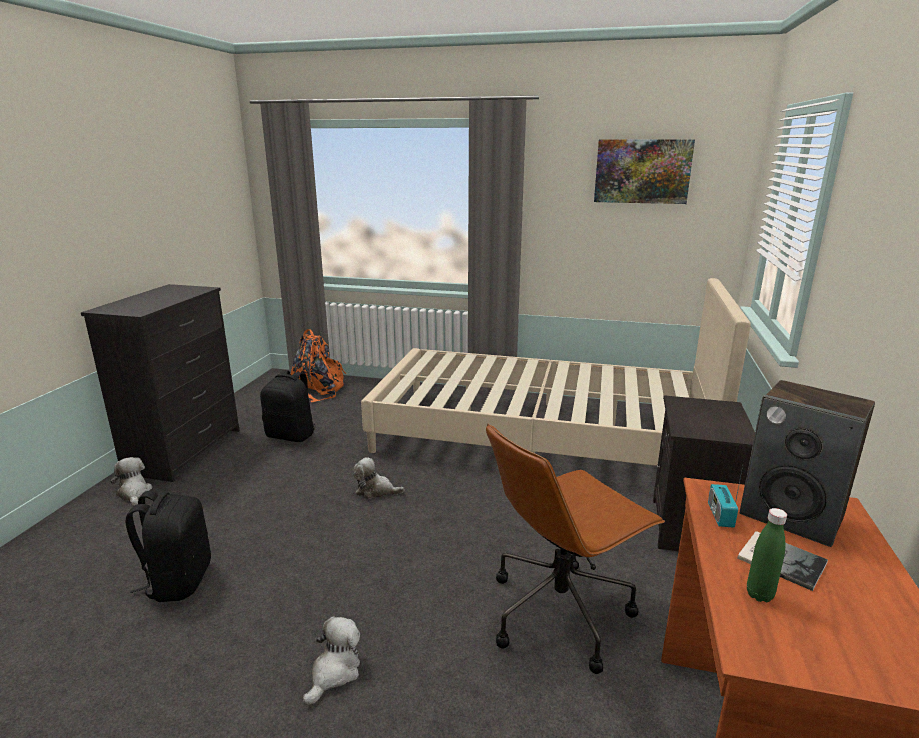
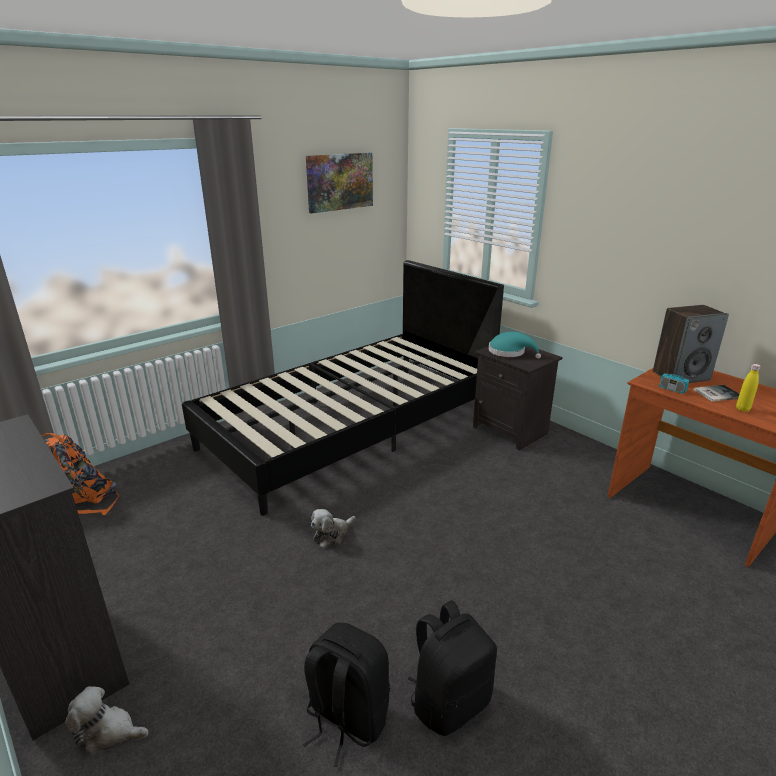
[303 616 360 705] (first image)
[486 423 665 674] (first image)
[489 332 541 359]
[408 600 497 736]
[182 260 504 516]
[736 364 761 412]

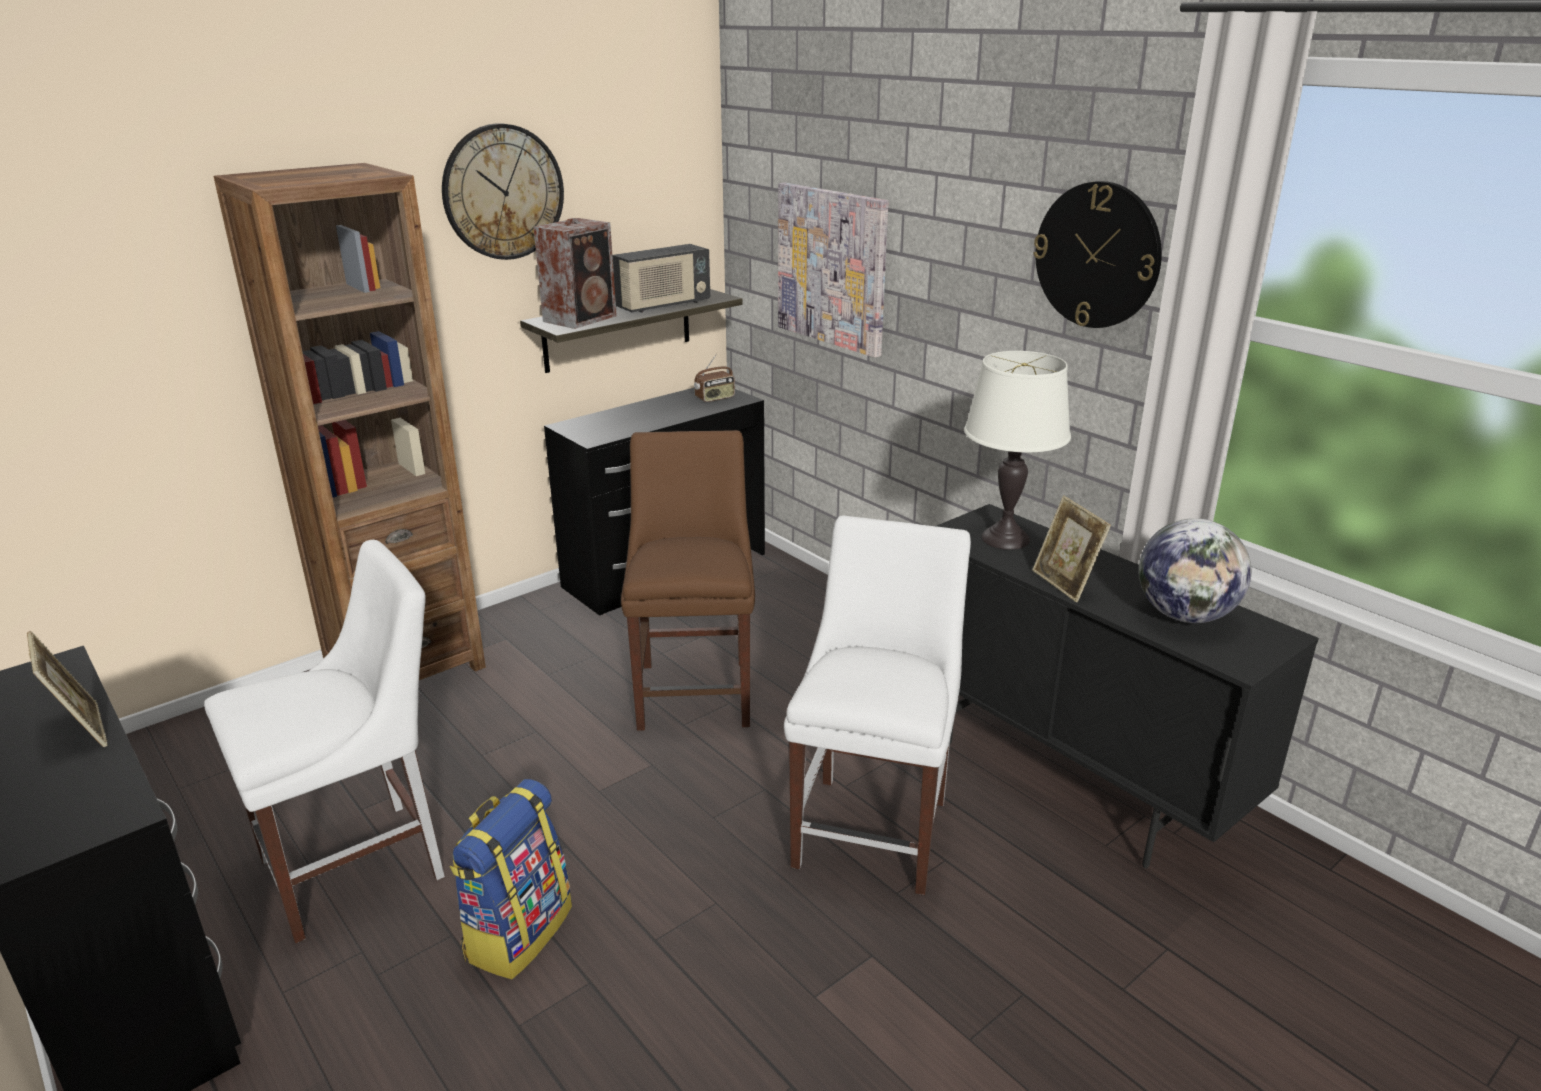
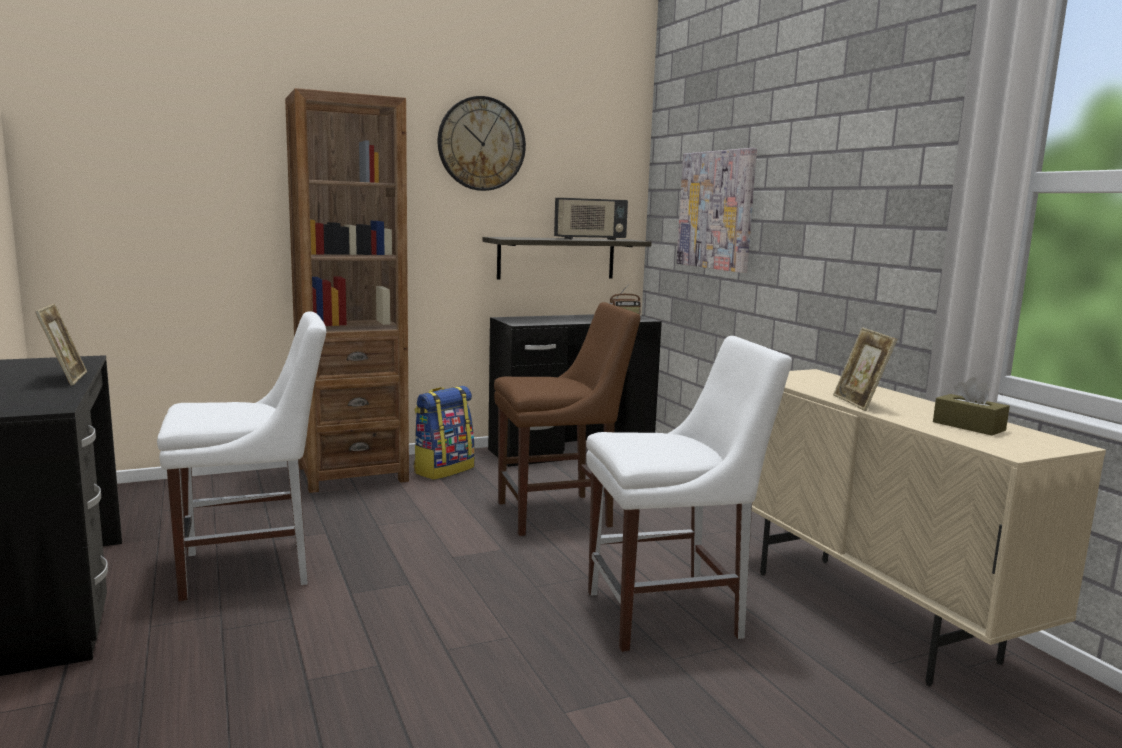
[534 218 617 329] (first image)
[964 351 1071 550] (first image)
[1033 181 1162 328] (first image)
[413 386 475 480]
[933 377 1010 435]
[752 369 1106 686]
[494 302 641 536]
[587 336 792 652]

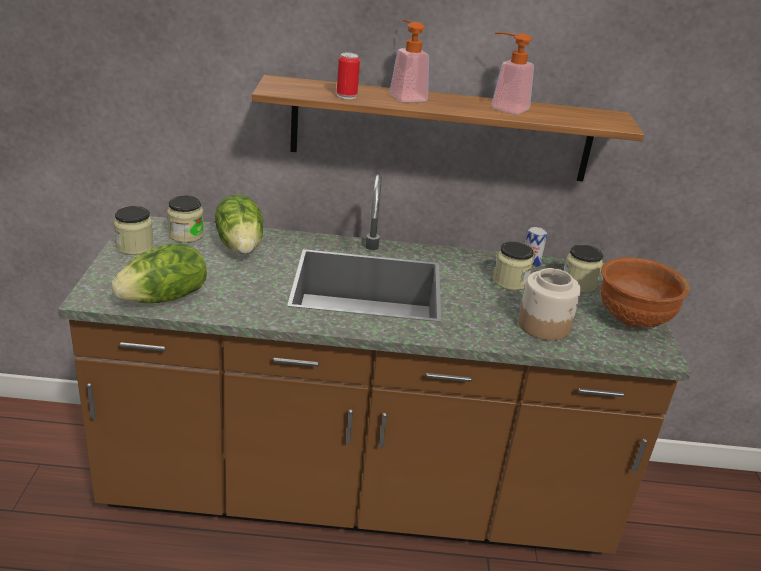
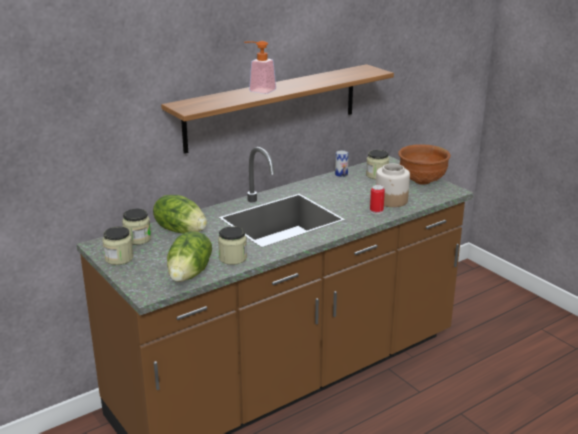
[491 32 534 115] (first image)
[370 185 385 214]
[218 226 247 265]

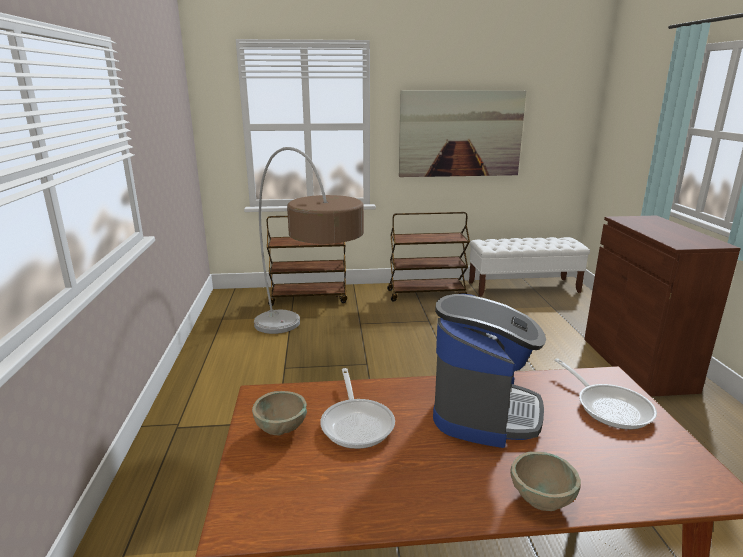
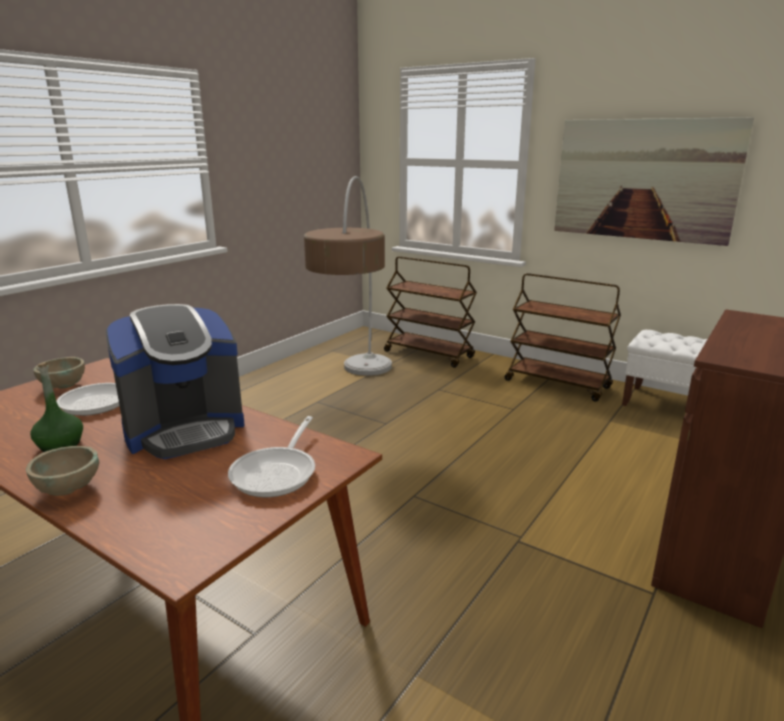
[30 363 83 452]

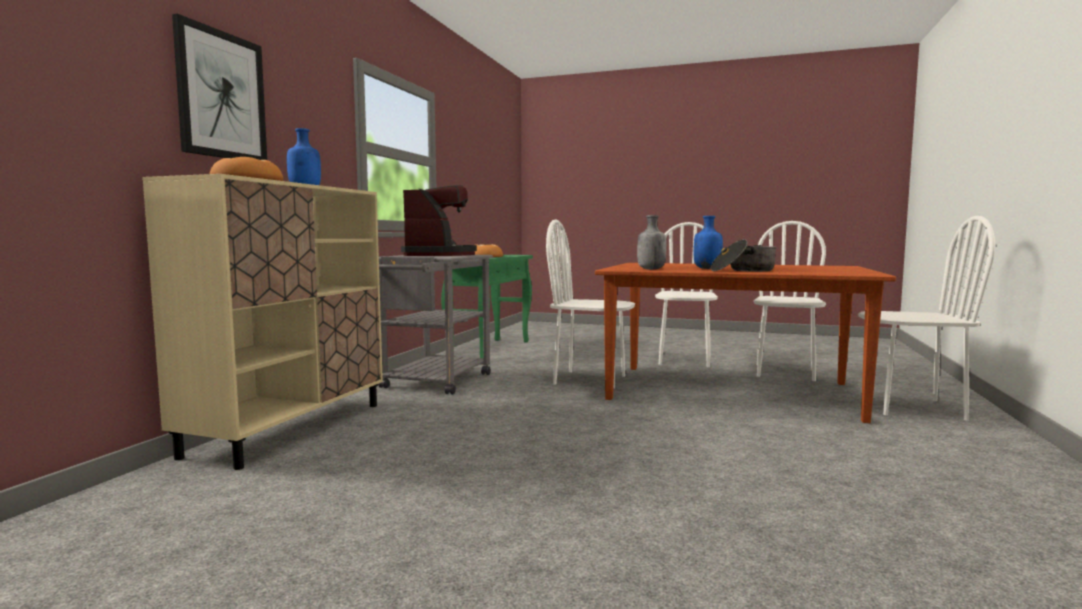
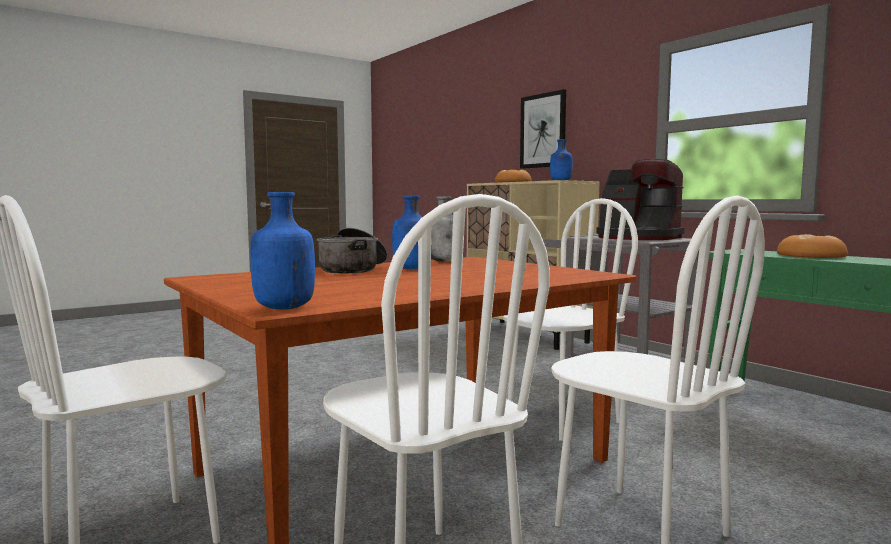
[250 192 315 310]

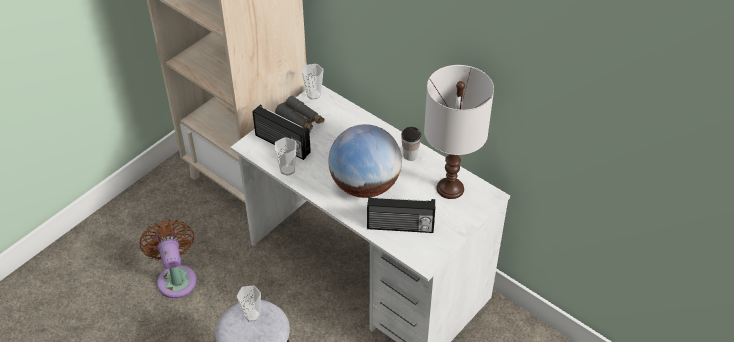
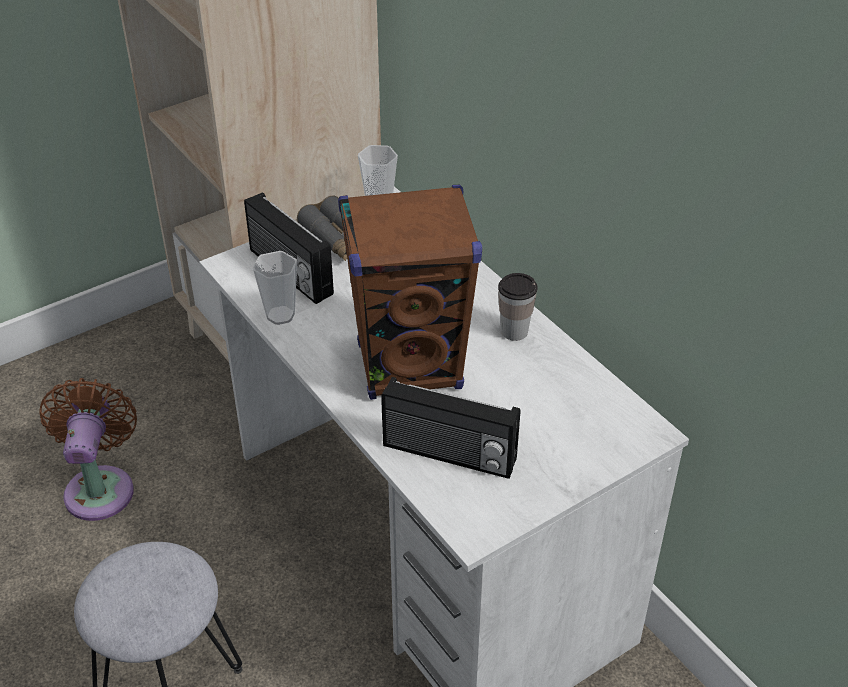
[237 285 261 322] (first image)
[424 65 494 199] (first image)
[338 185 482 400]

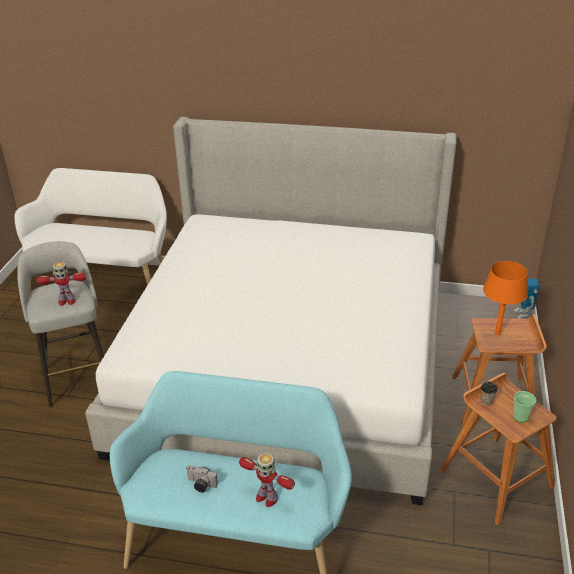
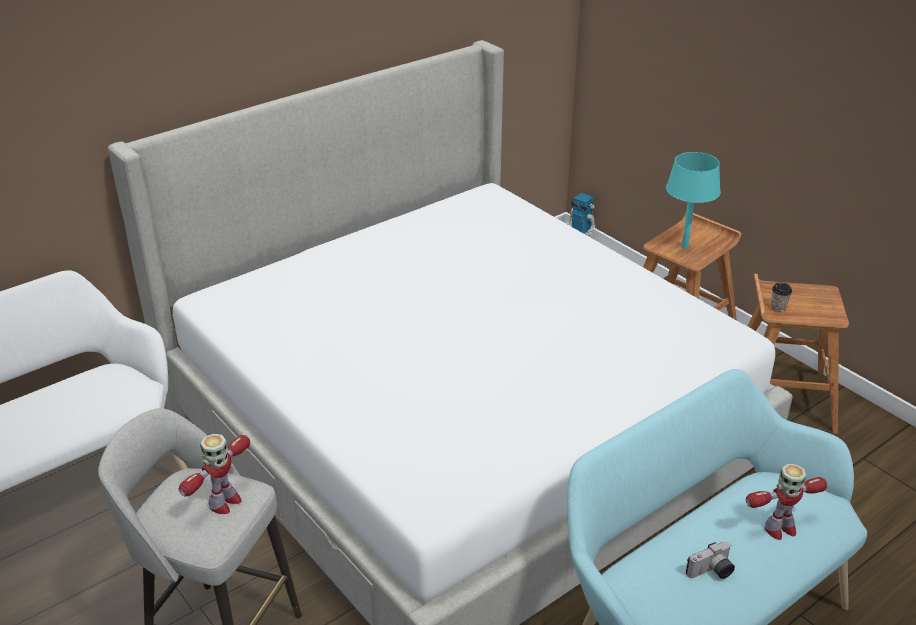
[514 391 536 422] (first image)
[666 152 721 249]

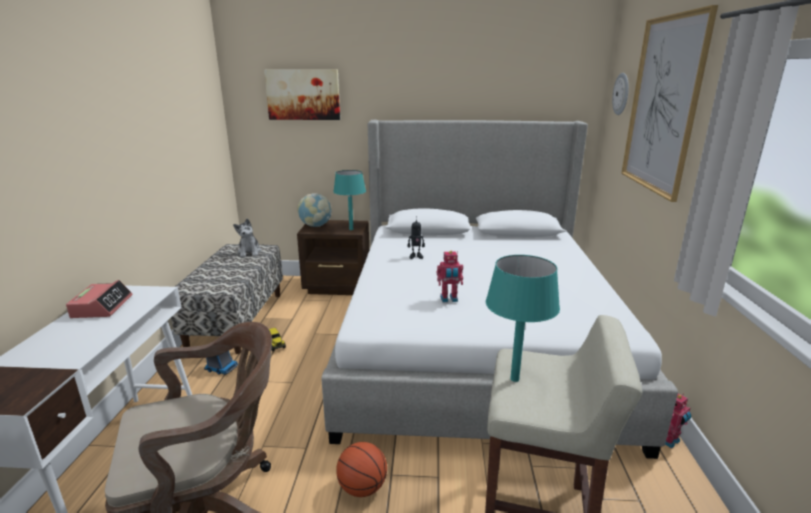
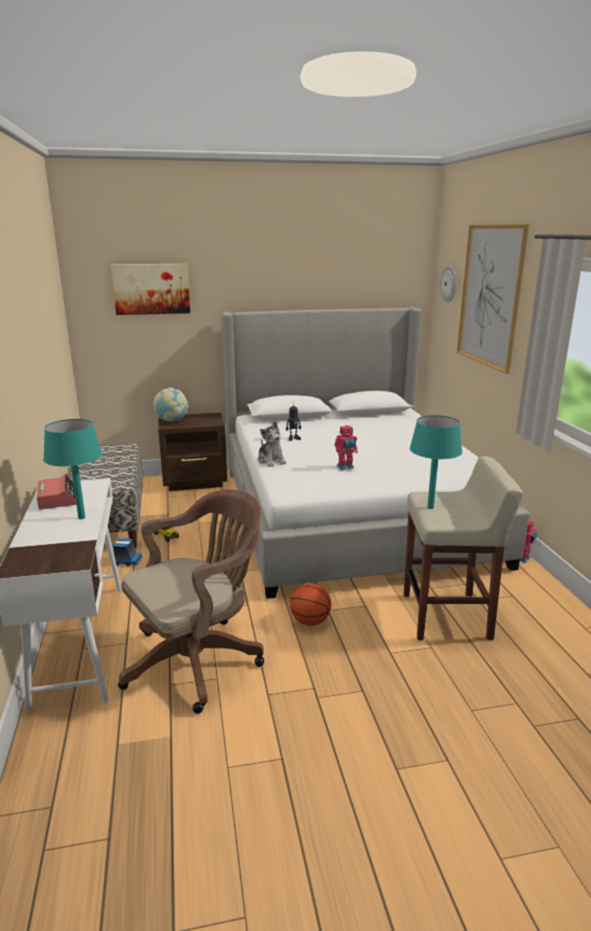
[258 421 286 467]
[43 419 102 519]

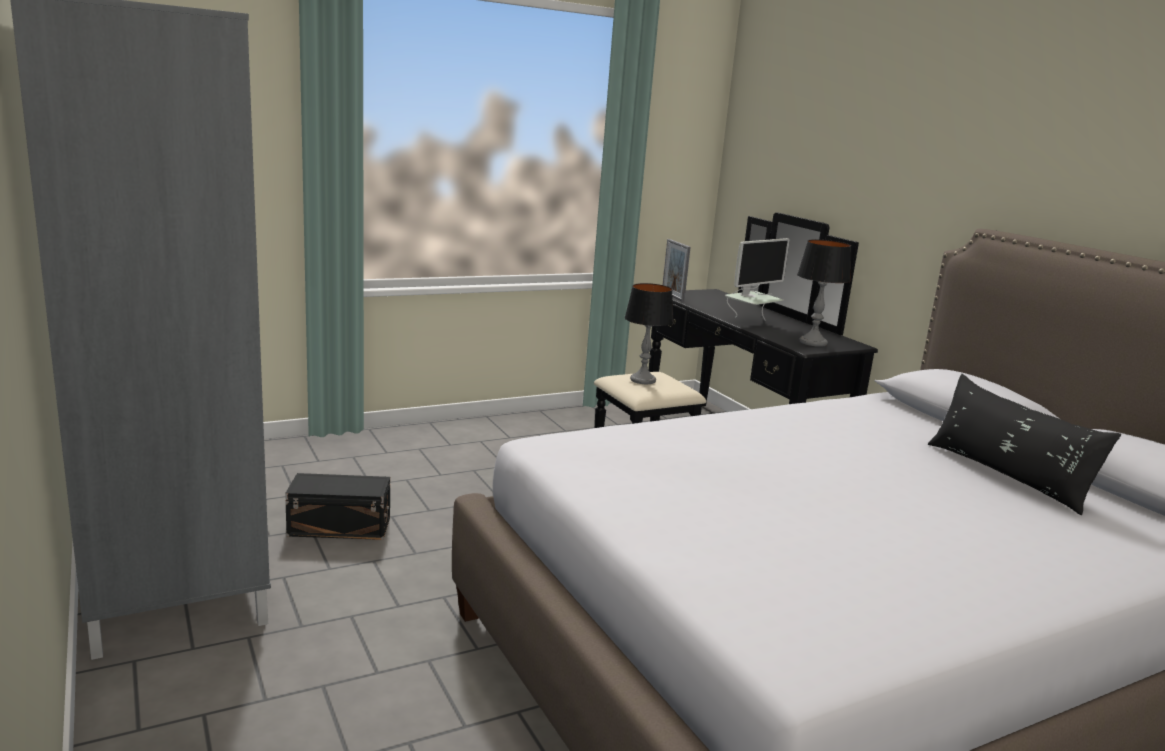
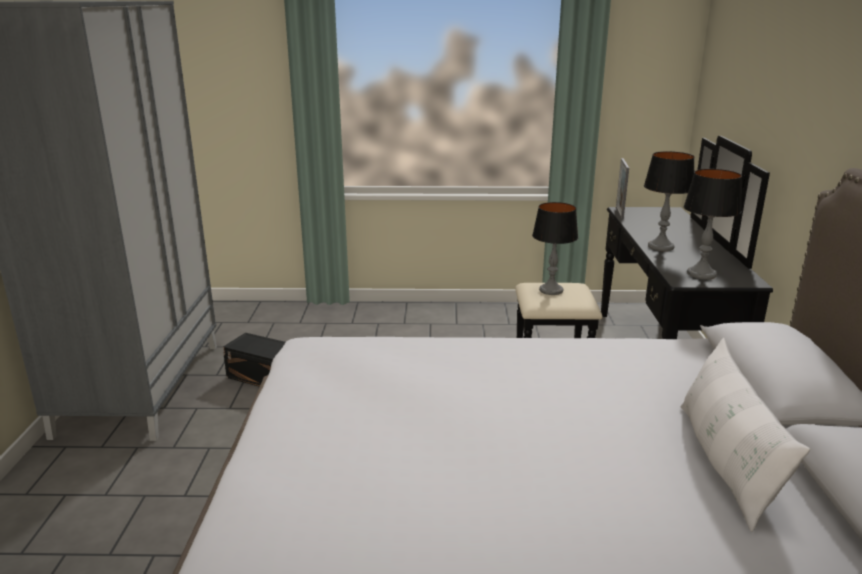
[644 151 694 251]
[681 338 810 532]

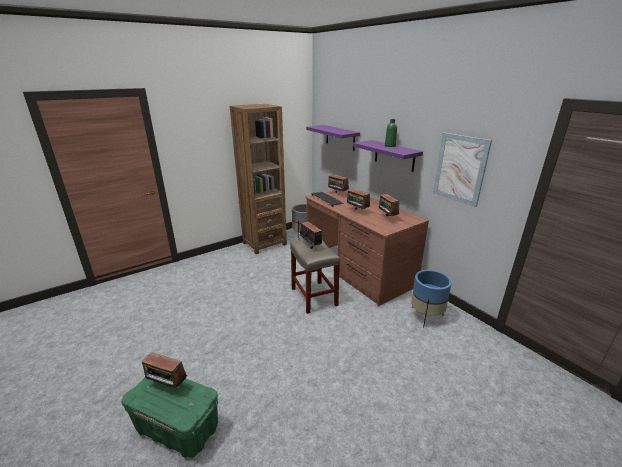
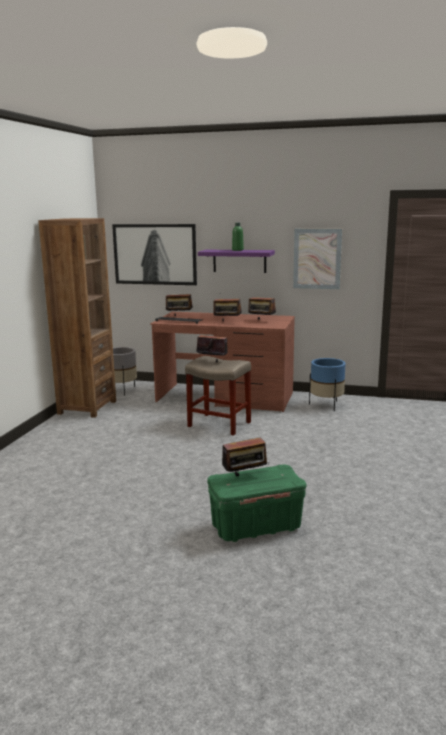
[112 224 197 285]

